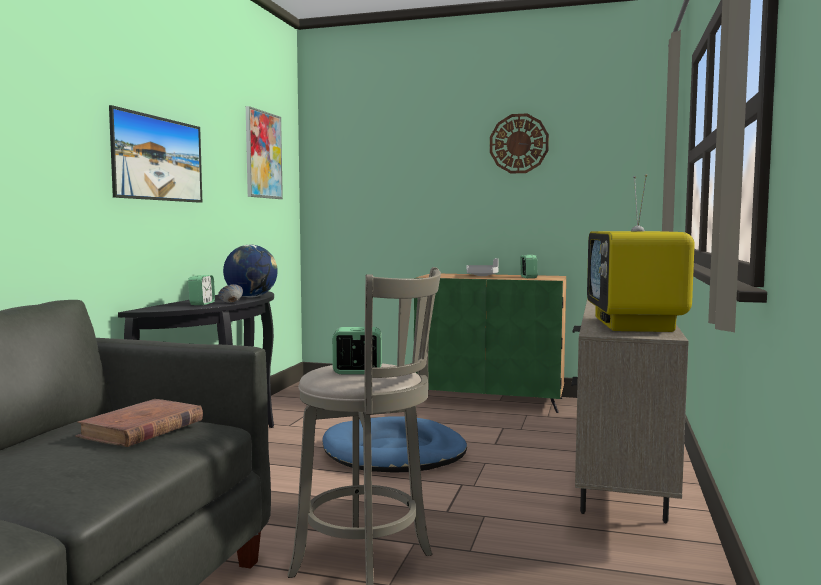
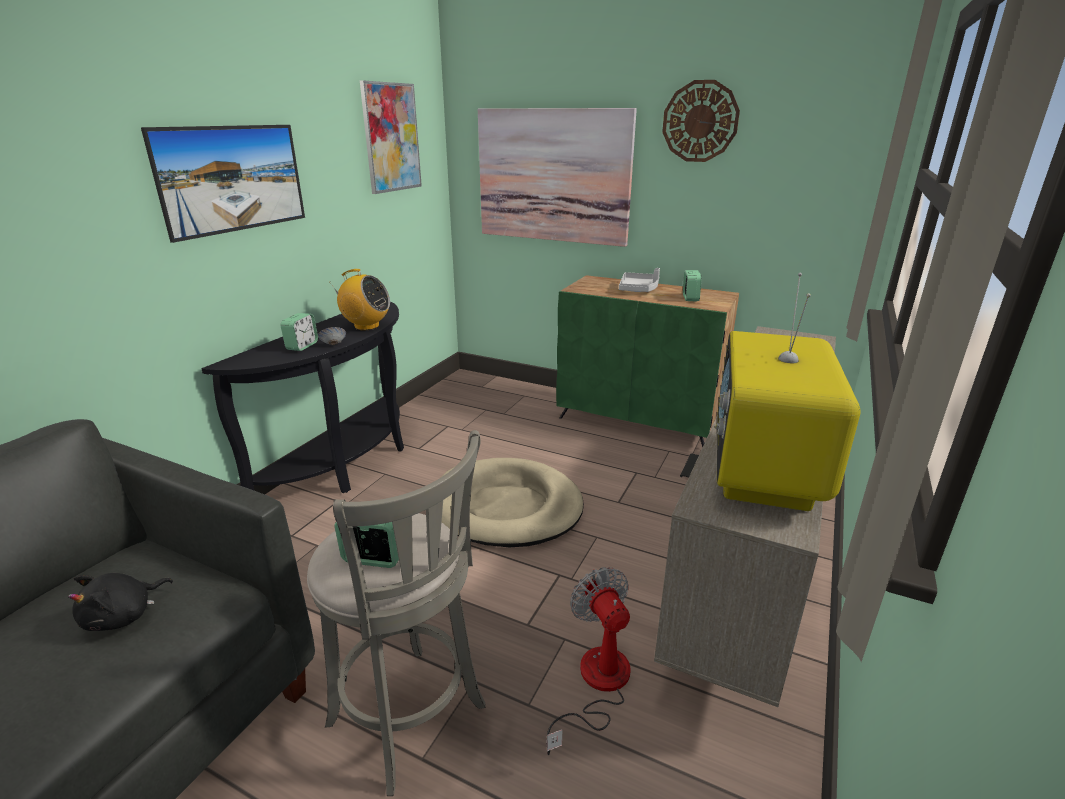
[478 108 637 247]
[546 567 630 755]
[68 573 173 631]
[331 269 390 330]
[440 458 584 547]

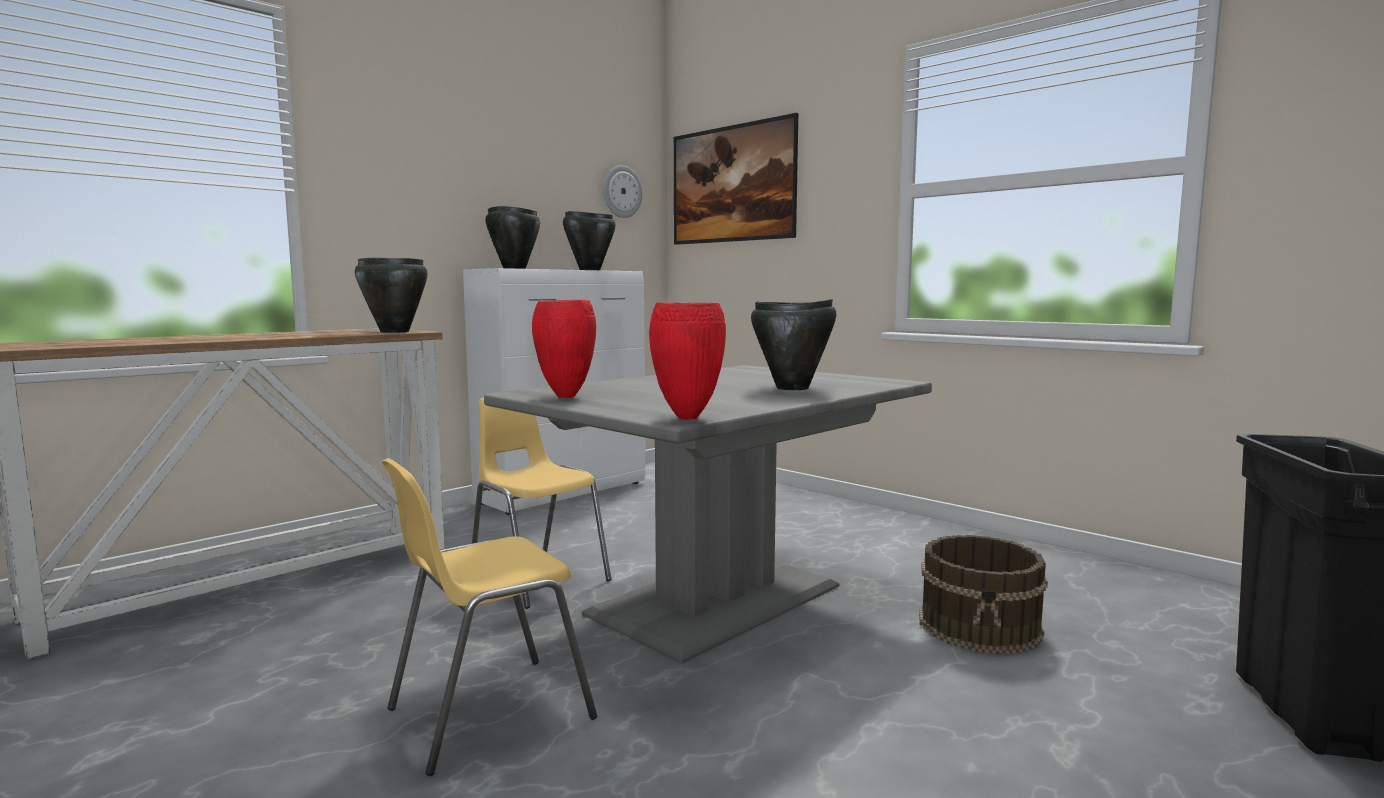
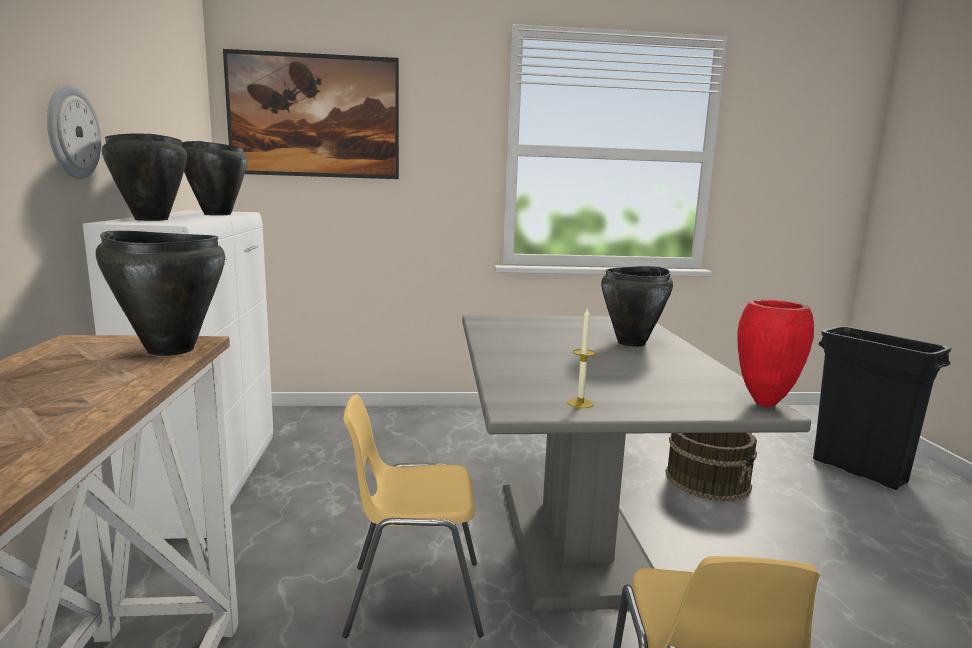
[47 84 101 179]
[567 307 596 408]

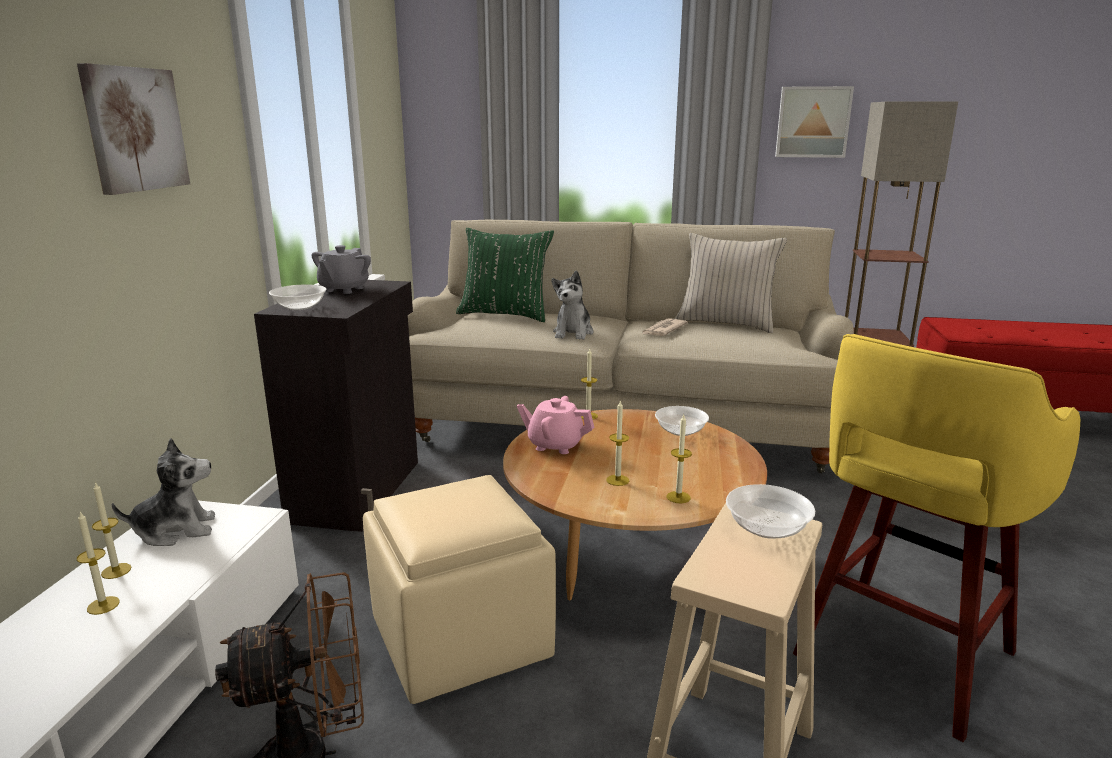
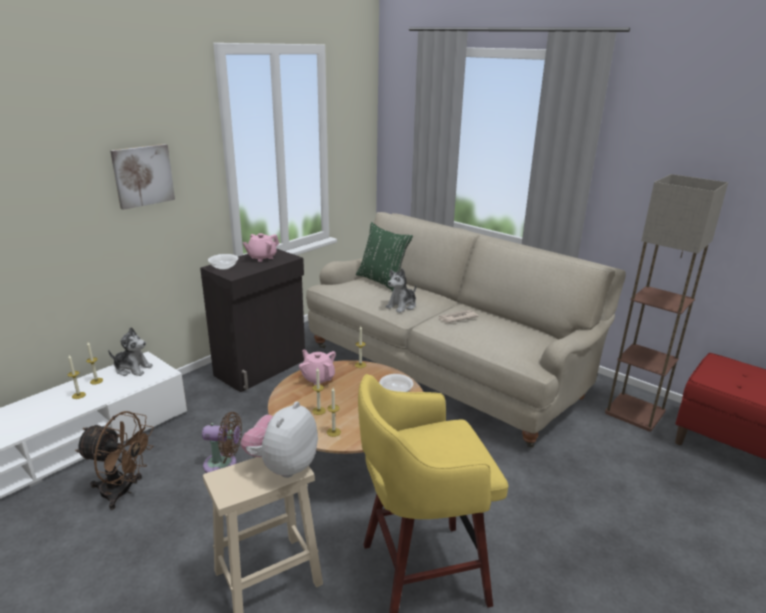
[675 233 787 333] (first image)
[775 86 854 158] (first image)
[202 412 242 473]
[241 401 318 478]
[243 233 279 262]

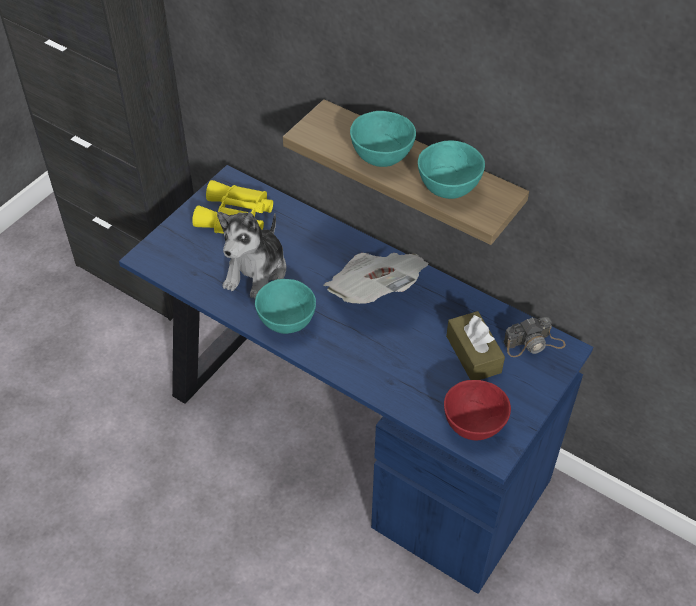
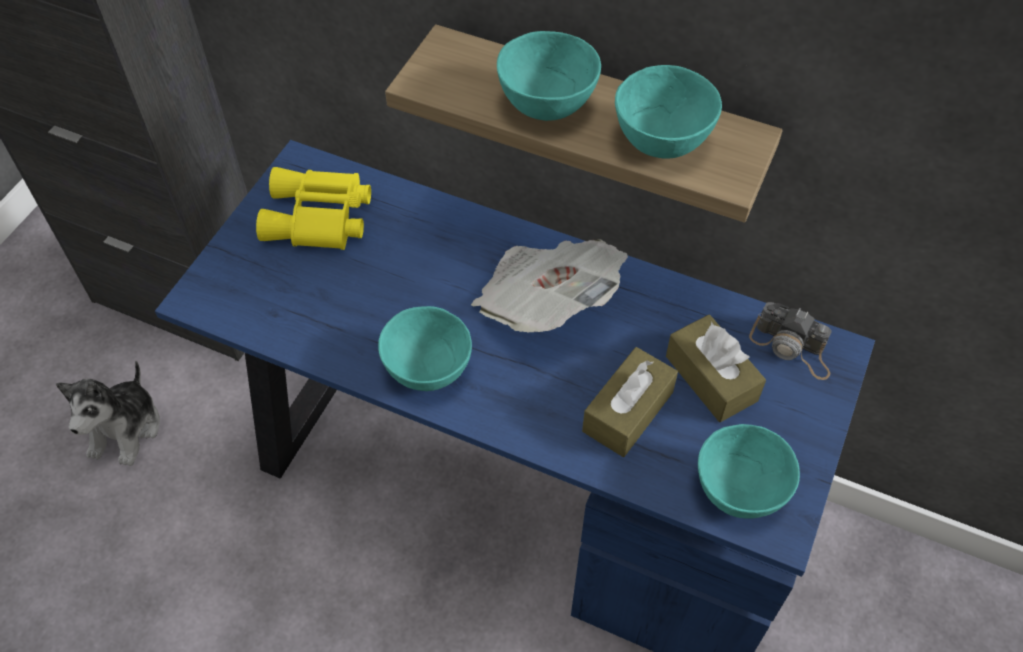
[582 347 678 457]
[56 360 160 466]
[698 424 800 519]
[749 302 832 380]

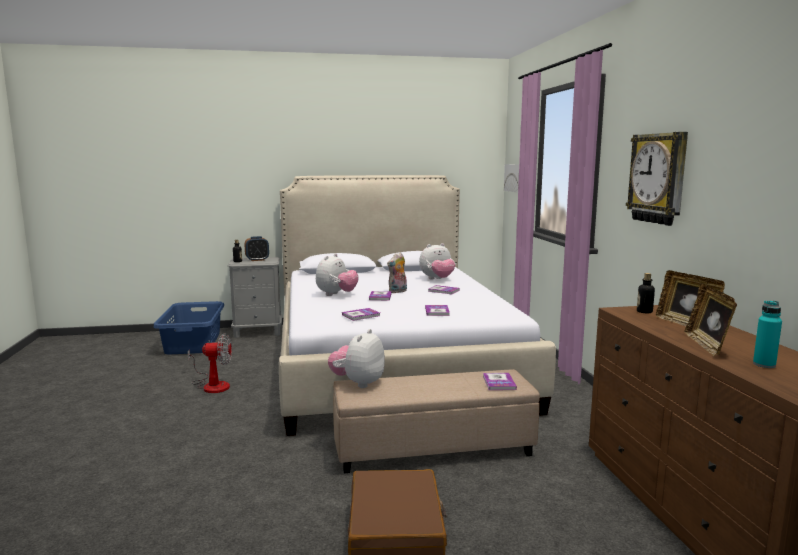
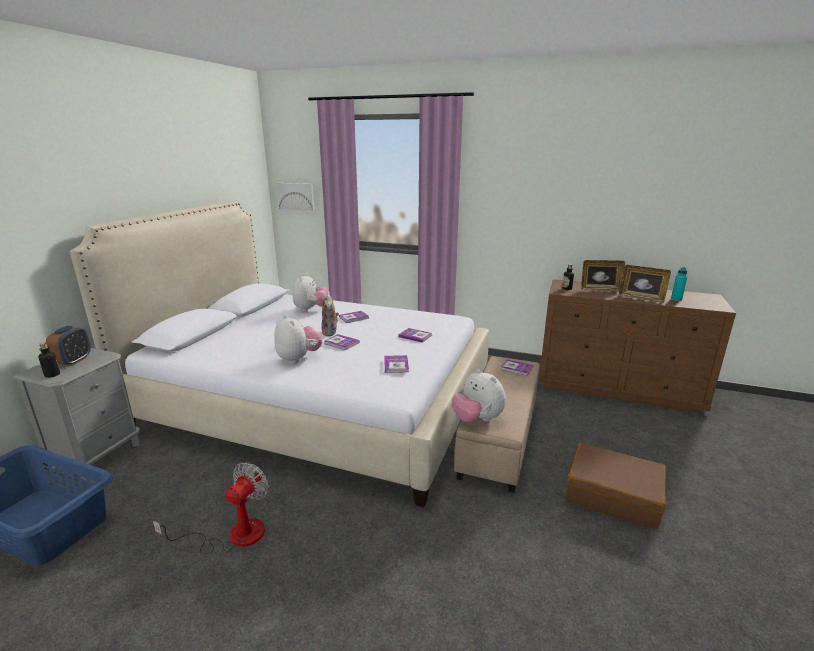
[626 132 688 226] (first image)

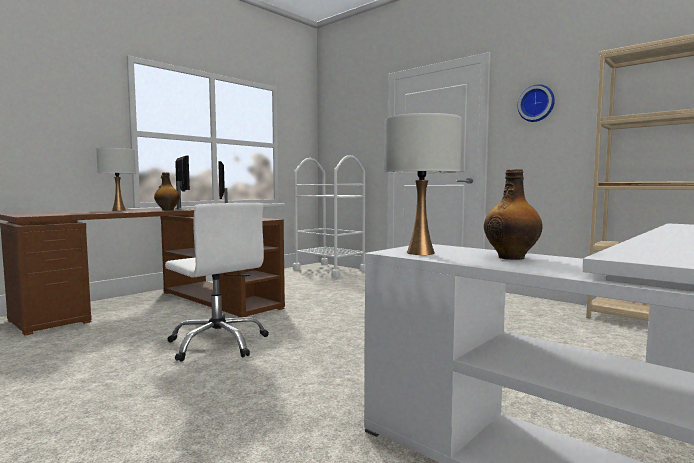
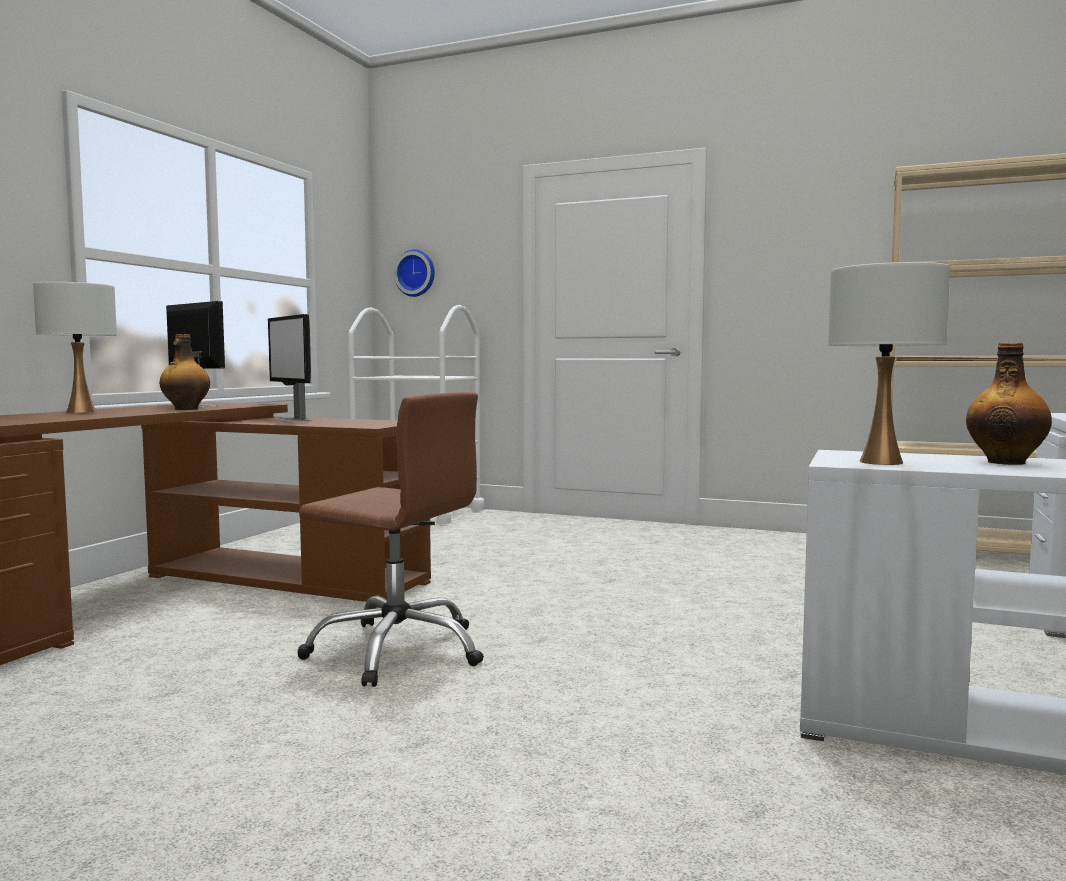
[394 249 435 297]
[297 392 484 687]

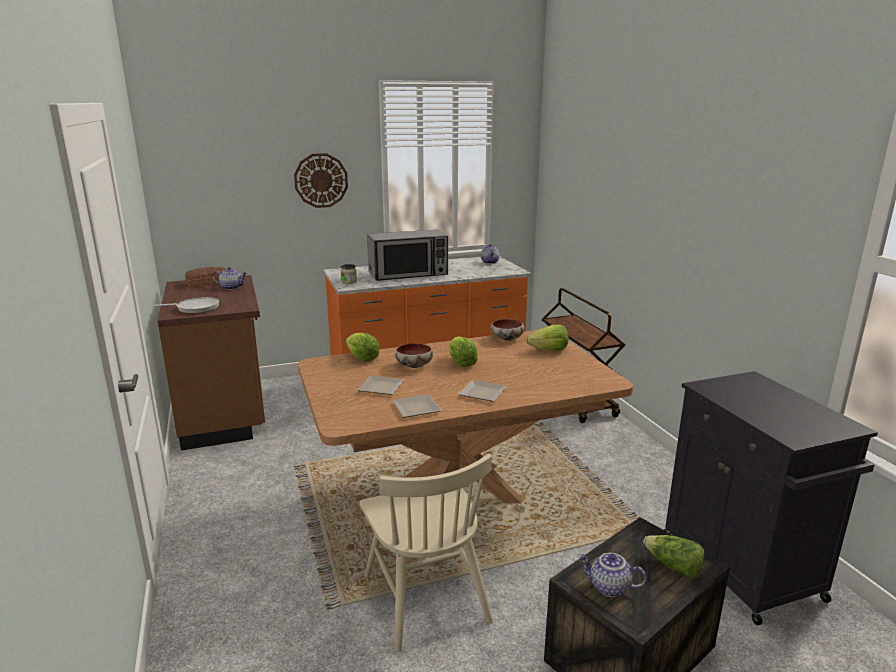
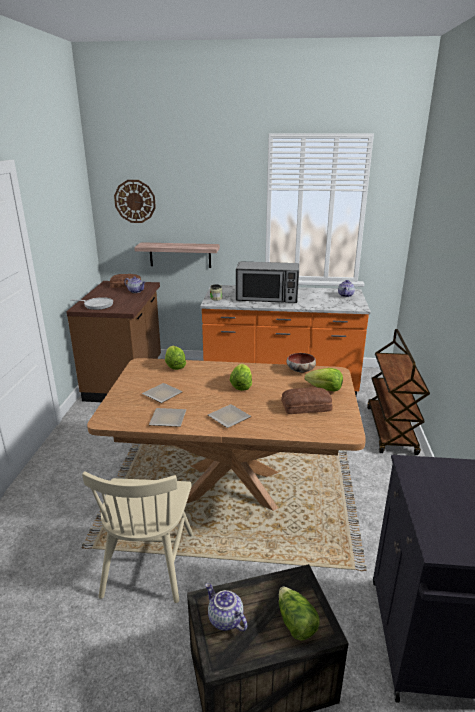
[395 343 433 368] (first image)
[134 242 220 268]
[281 387 332 414]
[114 180 156 223]

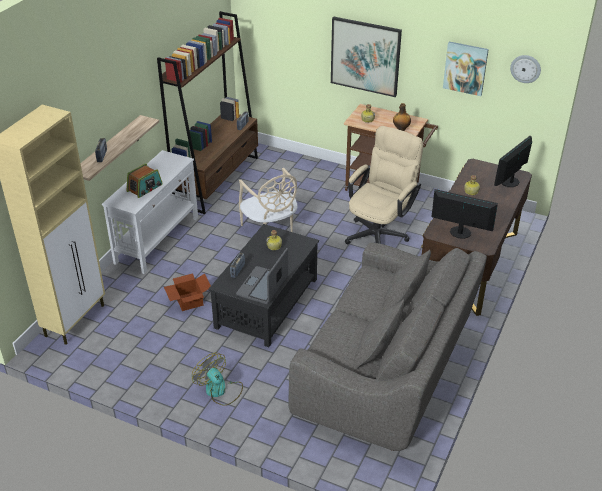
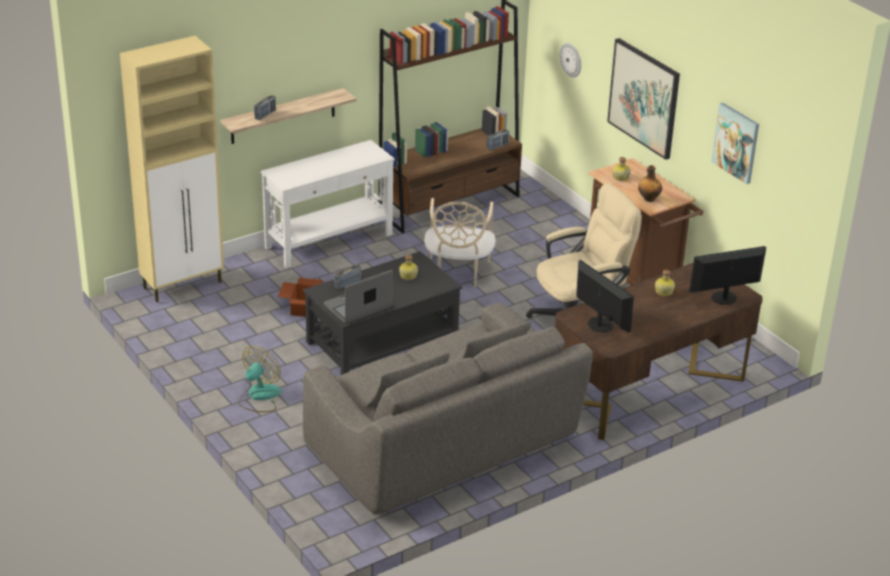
[127 164 163 198] (first image)
[560 43 581 77]
[238 346 282 412]

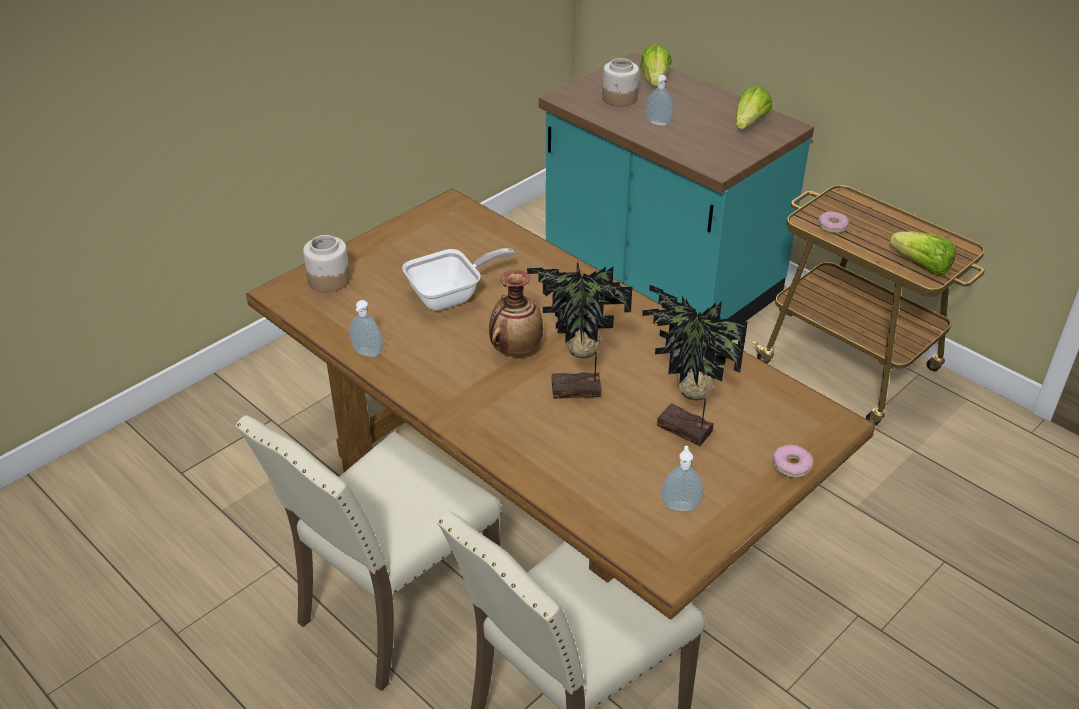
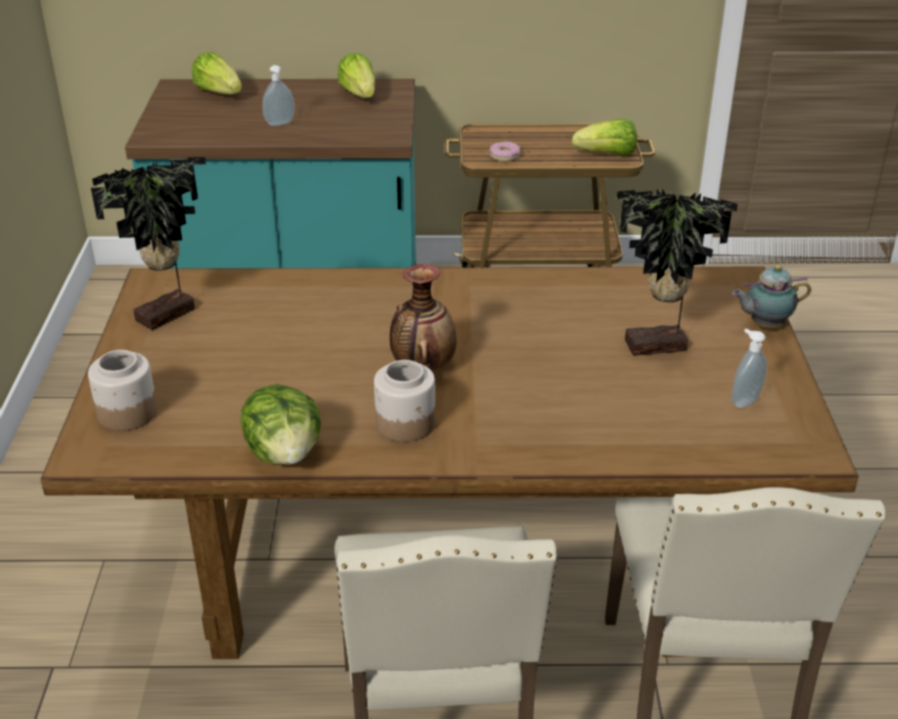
[402 248 515 311] (first image)
[91 157 206 330]
[374 360 435 442]
[241 384 321 465]
[732 265 811 328]

